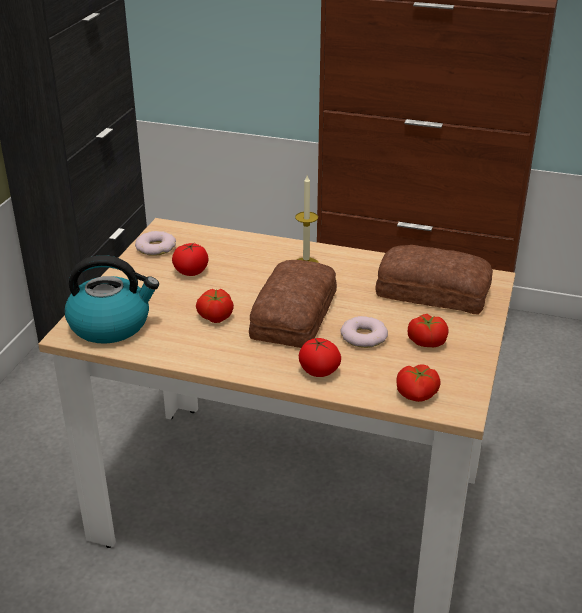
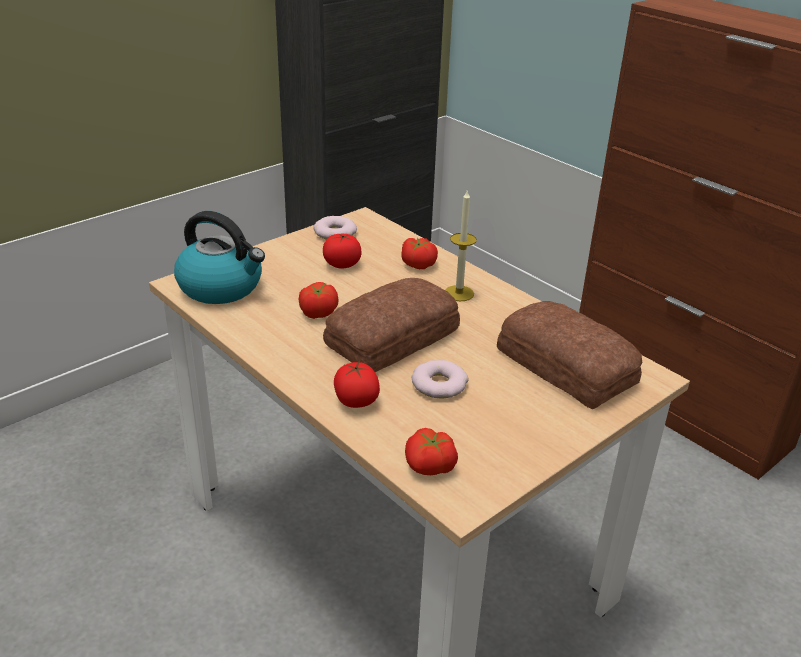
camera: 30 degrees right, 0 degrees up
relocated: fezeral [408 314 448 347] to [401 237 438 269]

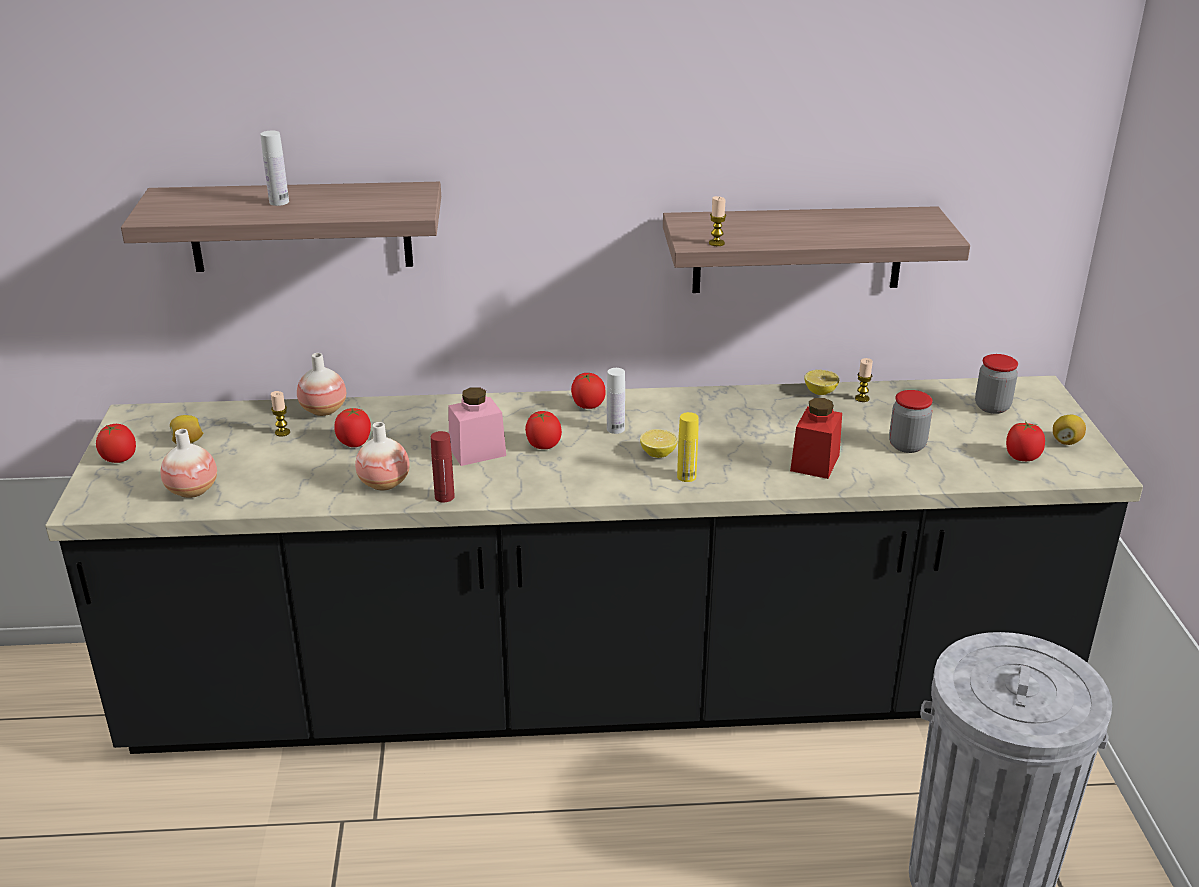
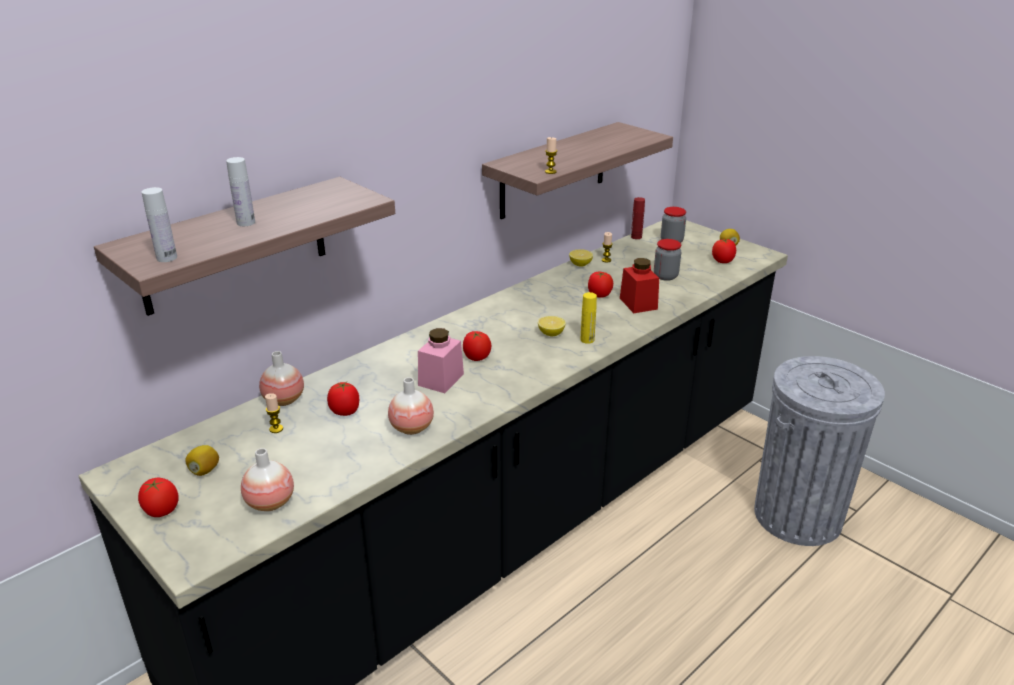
camera: 40 degrees left, 0 degrees up
relocated: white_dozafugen [607 368 625 434] to [142 187 177 262]; fezeral [571 373 606 409] to [588 272 613 298]; red_dozafugen [431 431 455 502] to [631 197 645 239]

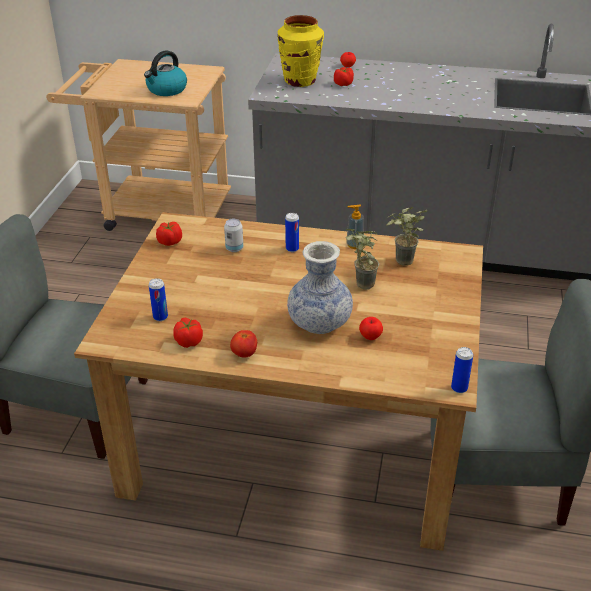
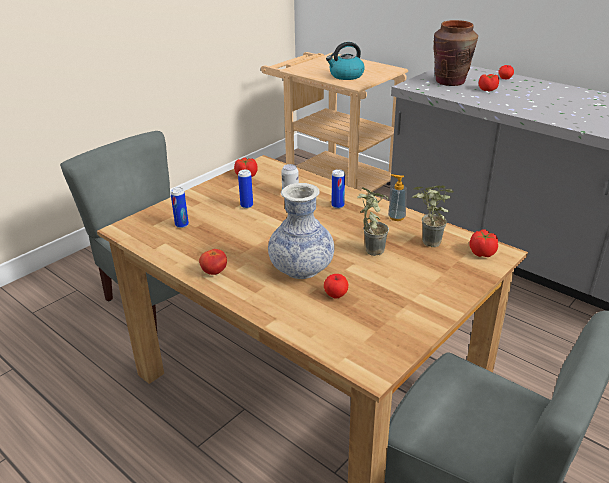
camera: 30 degrees right, 5 degrees down
relocated: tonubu [451 347 473 393] to [238 170 253 209]; fezeral [173 317 203 348] to [469 229 498 257]
colour: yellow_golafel [278 15 324 87] to brown_golafel [433 20 478 86]

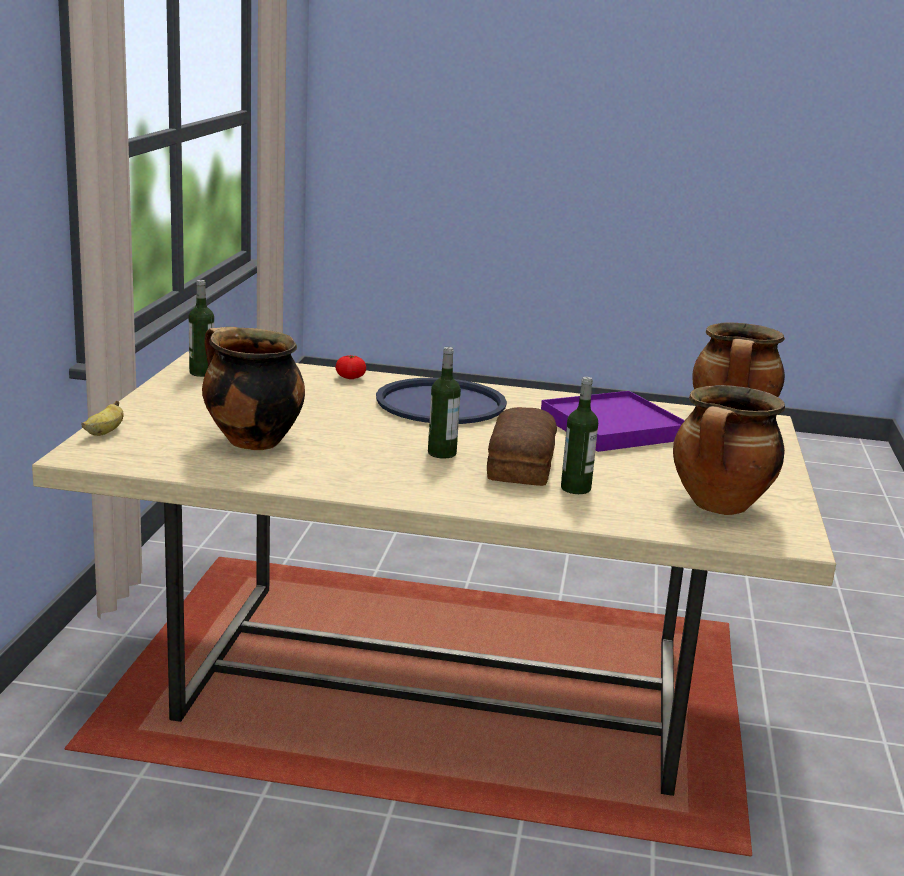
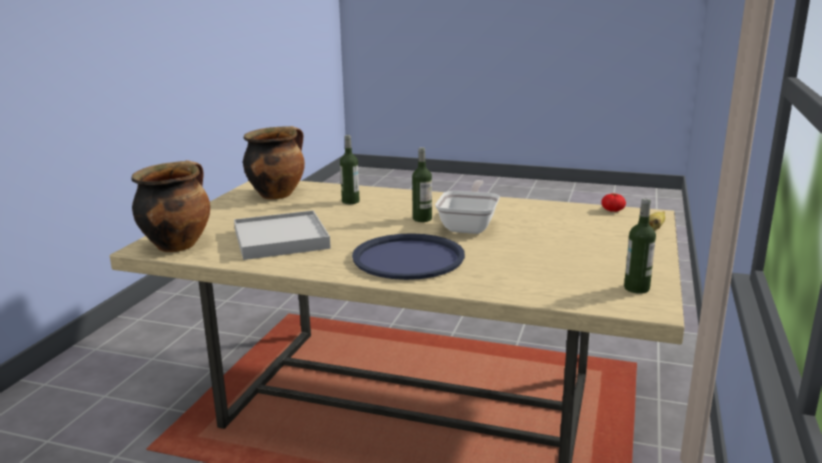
camera: 170 degrees left, 0 degrees up
missing: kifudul [202 327 305 450]; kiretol [487 407 557 486]
appeared: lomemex [435 180 500 234]
relocated: fezeral [336 355 366 379] to [601 193 626 212]
colour: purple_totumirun [541 391 685 452] to white_totumirun [234 210 331 260]

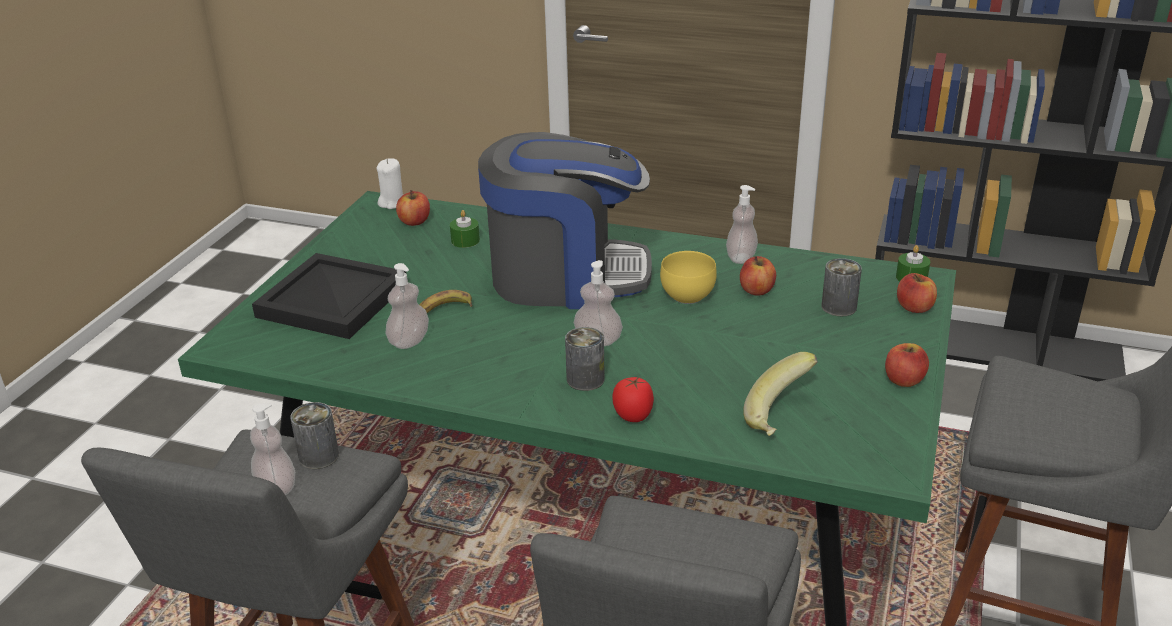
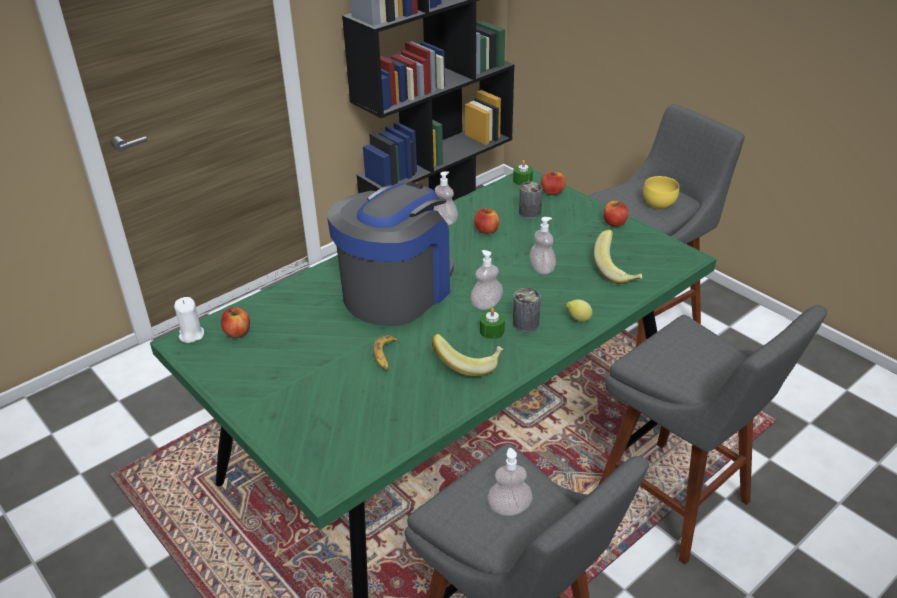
camera: 60 degrees left, 5 degrees up
missing: black_totumirun [252 253 406 339]; tonubu [290 402 339 469]
appeared: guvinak [432 334 504 377]
relocated: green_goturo [450 210 480 248] to [480 308 505 339]; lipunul [385 263 429 349] to [530 217 556 275]; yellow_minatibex [660 251 717 304] to [643 176 679 209]
exchanged: fezeral [612 376 654 422] to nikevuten [566 299 593 322]

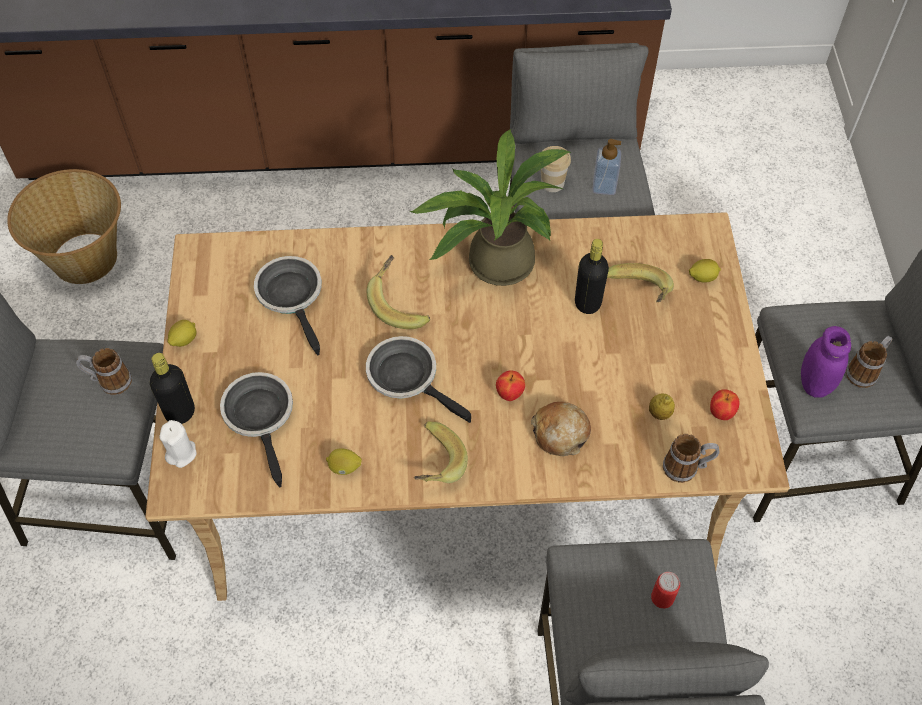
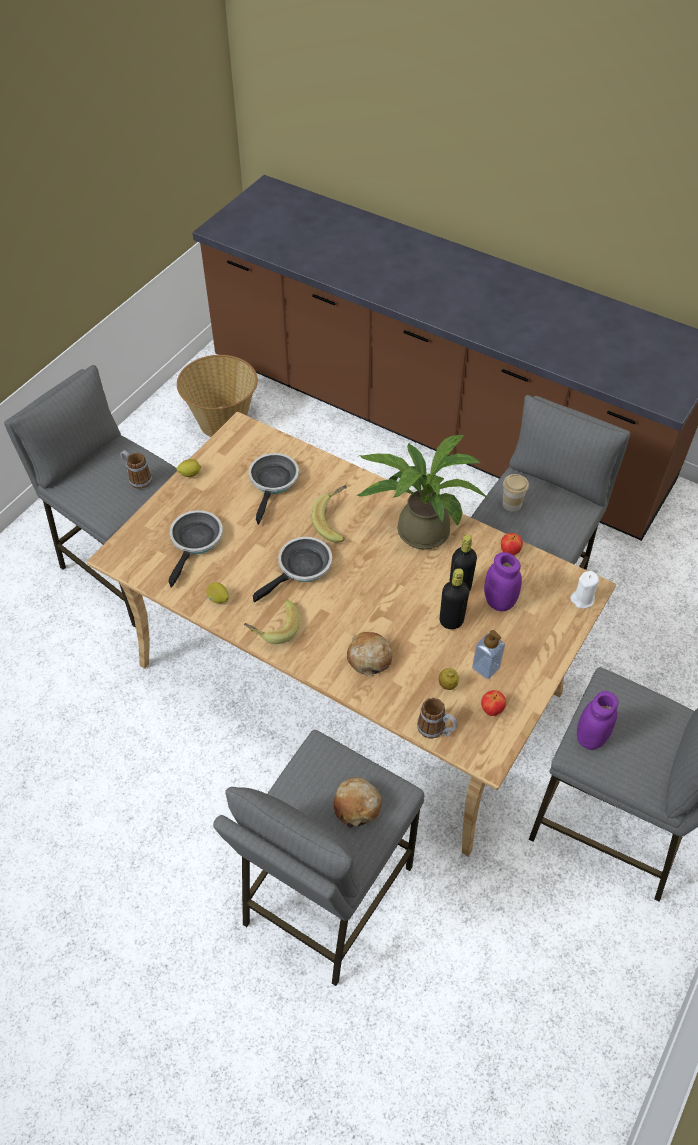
camera: 35 degrees right, 5 degrees down
missing: nikevuten [689 259 721 283]; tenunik [846 336 892 388]
relocated: black_dozafugen [150 353 195 424] to [440 568 469 629]; lipunul [592 139 621 195] to [472 630 505 679]; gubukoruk [496 370 525 401] to [501 533 523 555]; white_goturo [159 420 197 468] to [570 571 599 608]
exchanged: tonubu [651 572 680 609] to kiretol [334 777 382 828]; guvinak [607 263 674 303] to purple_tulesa [484 552 522 611]
spun: lomemex [366 336 471 423] = [253 537 332 603] 60 degrees clockwise

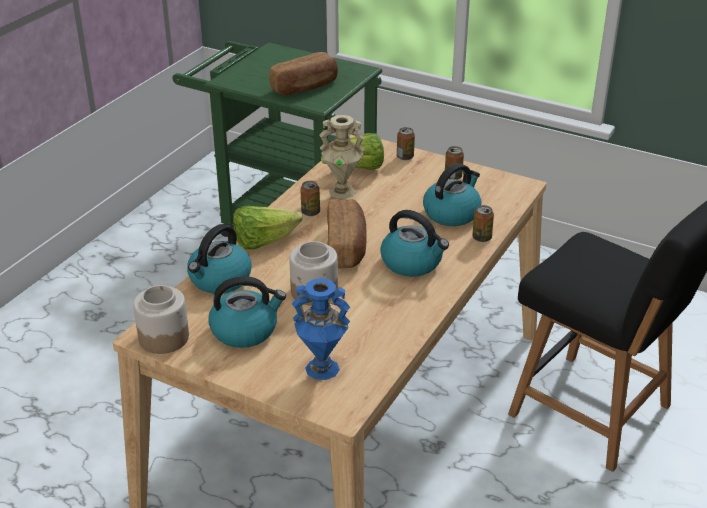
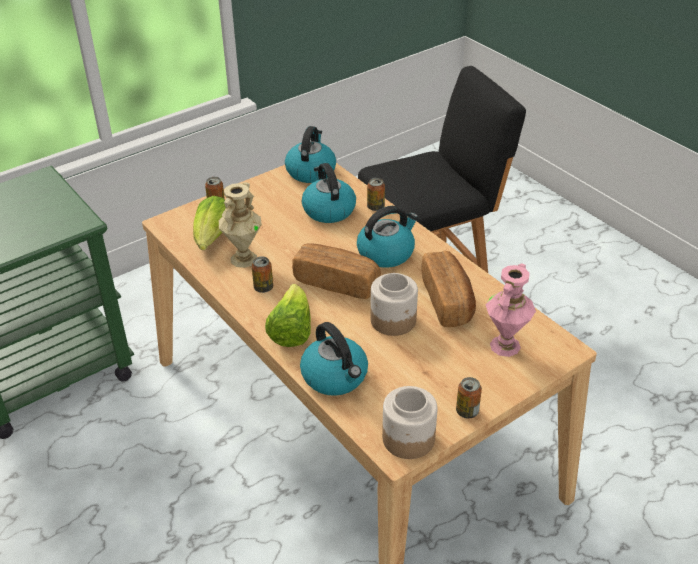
camera: 65 degrees left, 5 degrees up
relocated: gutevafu [208 276 286 348] to [285 126 336 183]; kiretol [269 52 338 96] to [422 251 476 327]; tonubu [445 146 464 180] to [456 377 482 419]
colour: blue_golafel [292 278 350 380] to pink_golafel [486 263 536 357]

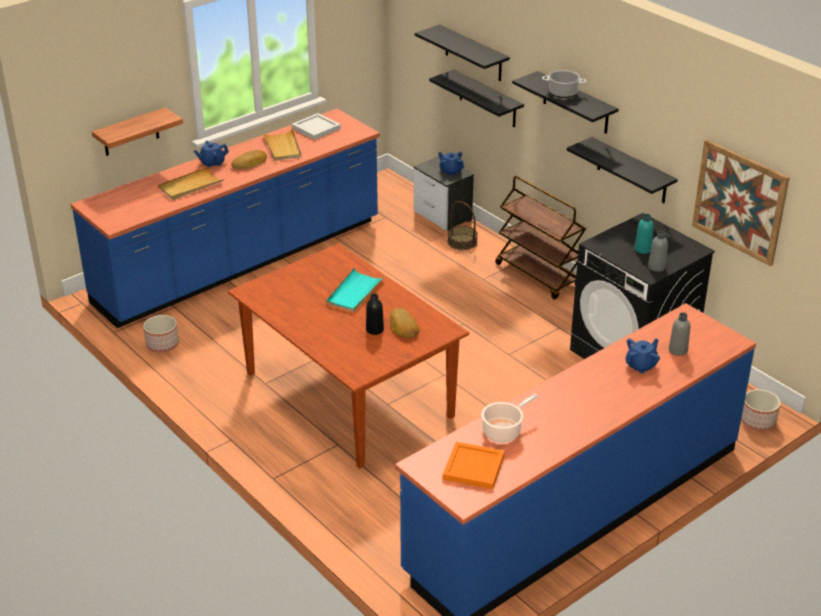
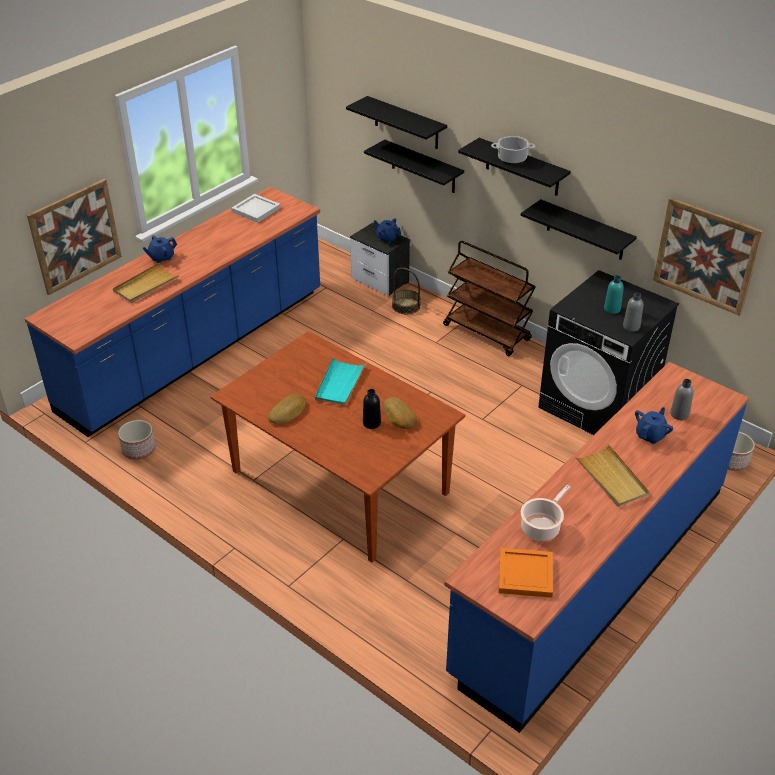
camera: 10 degrees left, 5 degrees up
relocated: kiretol [231 150 267 169] to [268 394 306 424]; beige_totumirun [262 128 301 161] to [575 444 650 507]
exchanged: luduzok [92 107 183 156] to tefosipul [27 179 122 295]

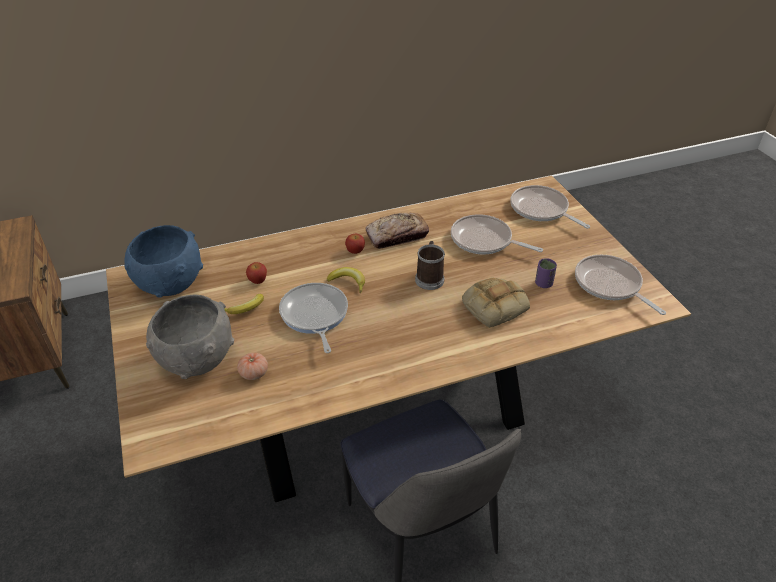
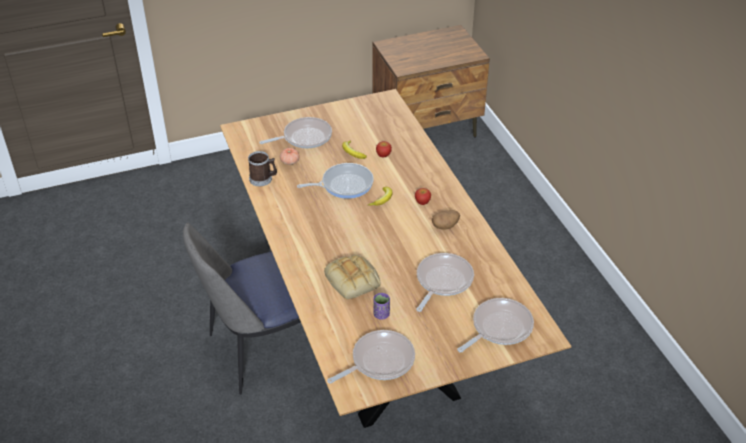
camera: 90 degrees right, 0 degrees up
missing: blue_minatibex [124 225 203 298]
relocated: tenunik [415 241 445 290] to [248 151 277 186]
exchanged: grey_minatibex [146 295 234 379] to lomemex [259 117 332 148]; kiretol [365 213 429 249] to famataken [432 210 460 230]

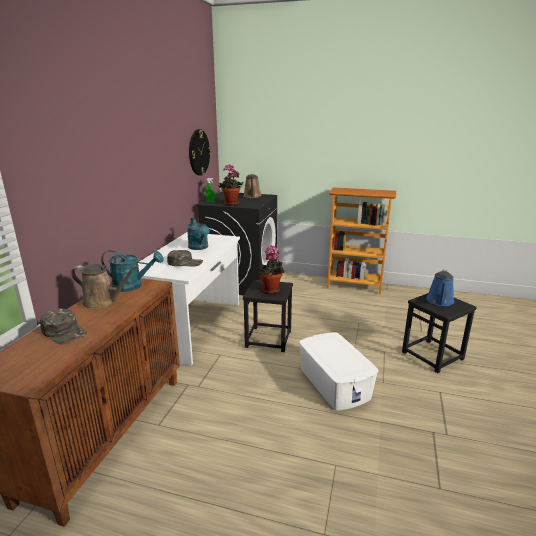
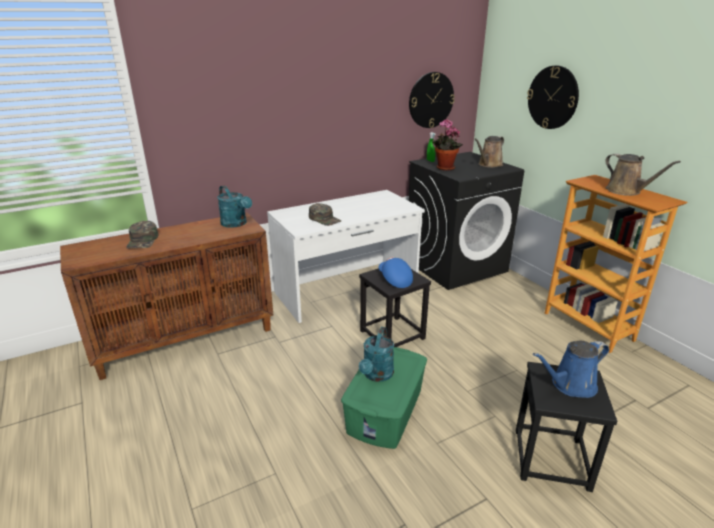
camera: 45 degrees right, 5 degrees up
appeared: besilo [527 66 579 129]
relocated: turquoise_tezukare [187 218 210 250] to [359 327 394 382]; brown_tezukare [70 264 139 310] to [605 153 681 196]
exchanged: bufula [258 245 285 294] to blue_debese [378 257 413 288]
colour: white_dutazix [299 332 379 411] to green_dutazix [341 347 427 449]

